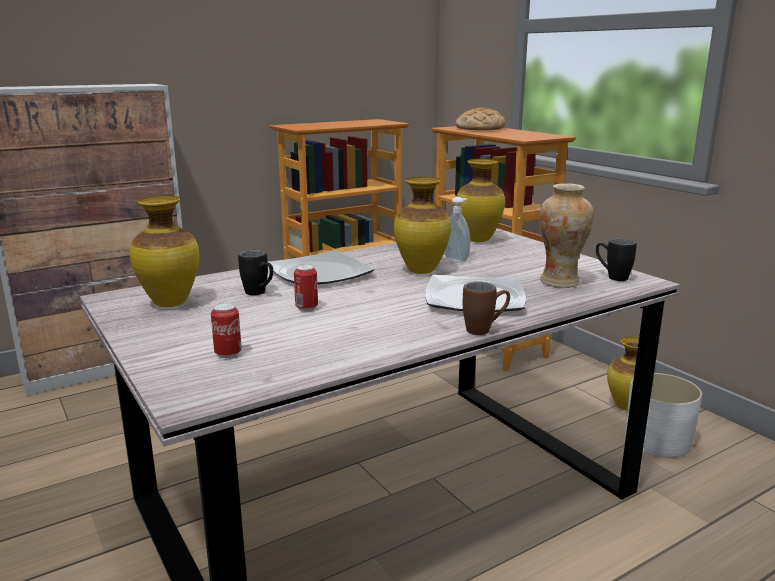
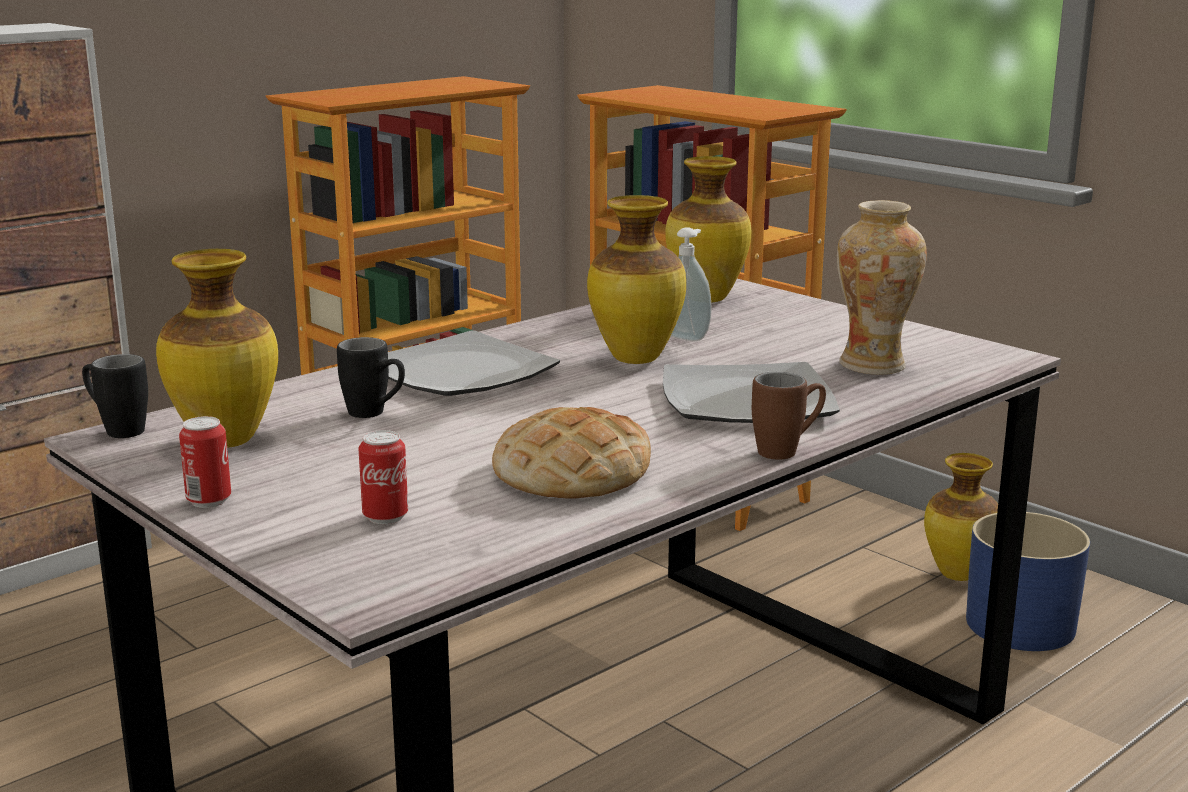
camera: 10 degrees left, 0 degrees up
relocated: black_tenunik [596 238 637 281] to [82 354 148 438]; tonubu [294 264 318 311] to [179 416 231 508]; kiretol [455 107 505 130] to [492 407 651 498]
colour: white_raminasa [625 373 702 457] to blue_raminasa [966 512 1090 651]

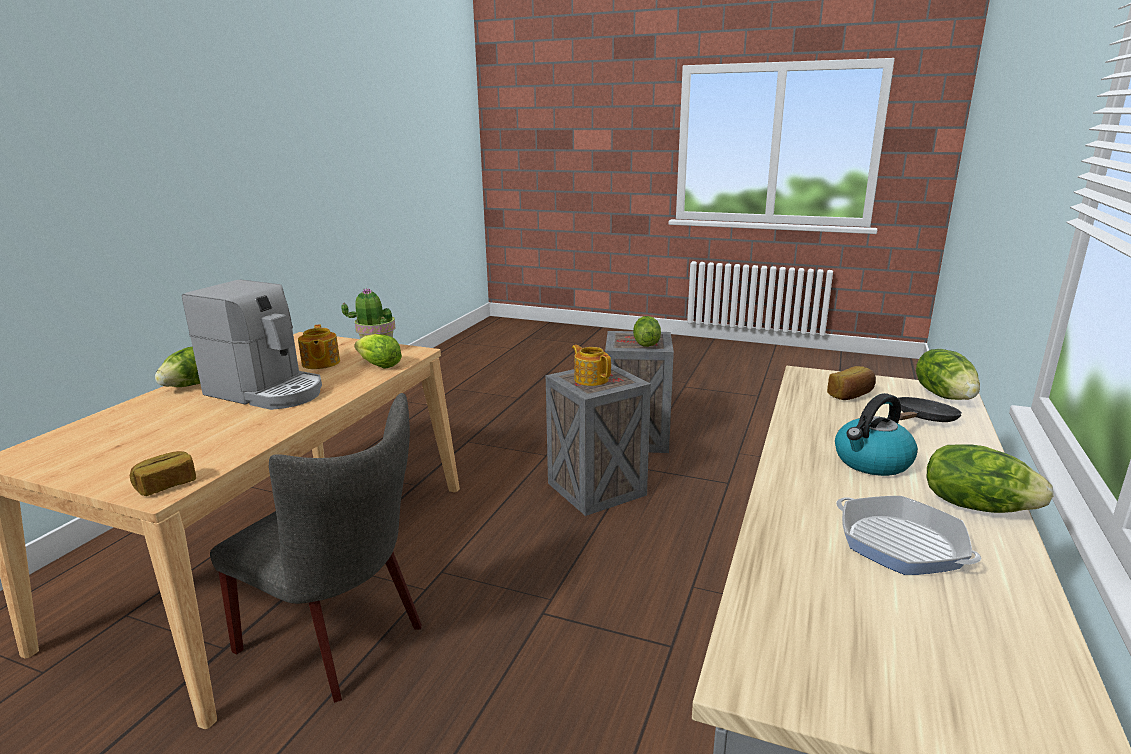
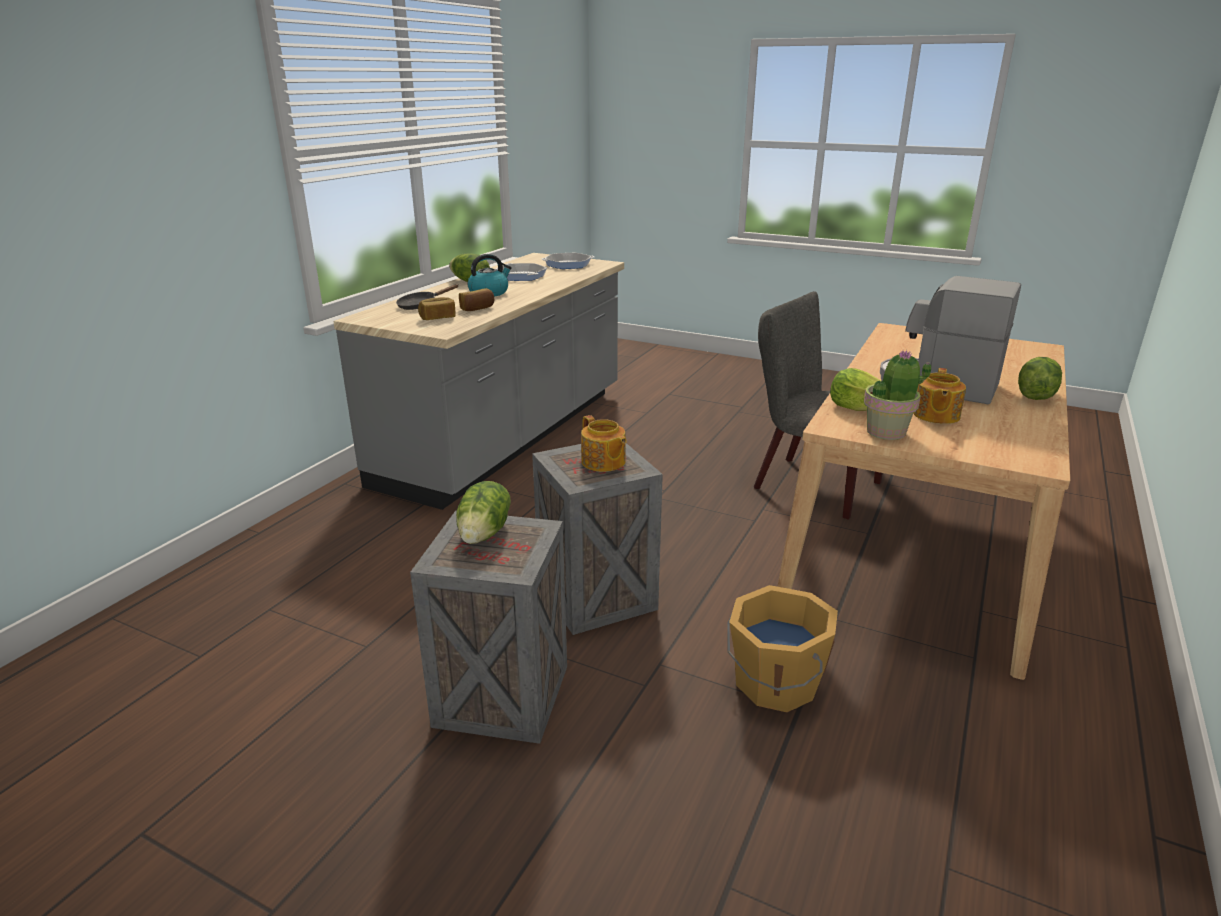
camera: 175 degrees left, 5 degrees up
missing: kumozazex [916 349 980 400]
appeared: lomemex [542 253 594 269]; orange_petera [727 585 838 712]
relocated: kiretol [130 451 196 496] to [459 288 494 311]
spun: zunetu [298 325 340 369] = [913 368 966 424] 150 degrees counterclockwise

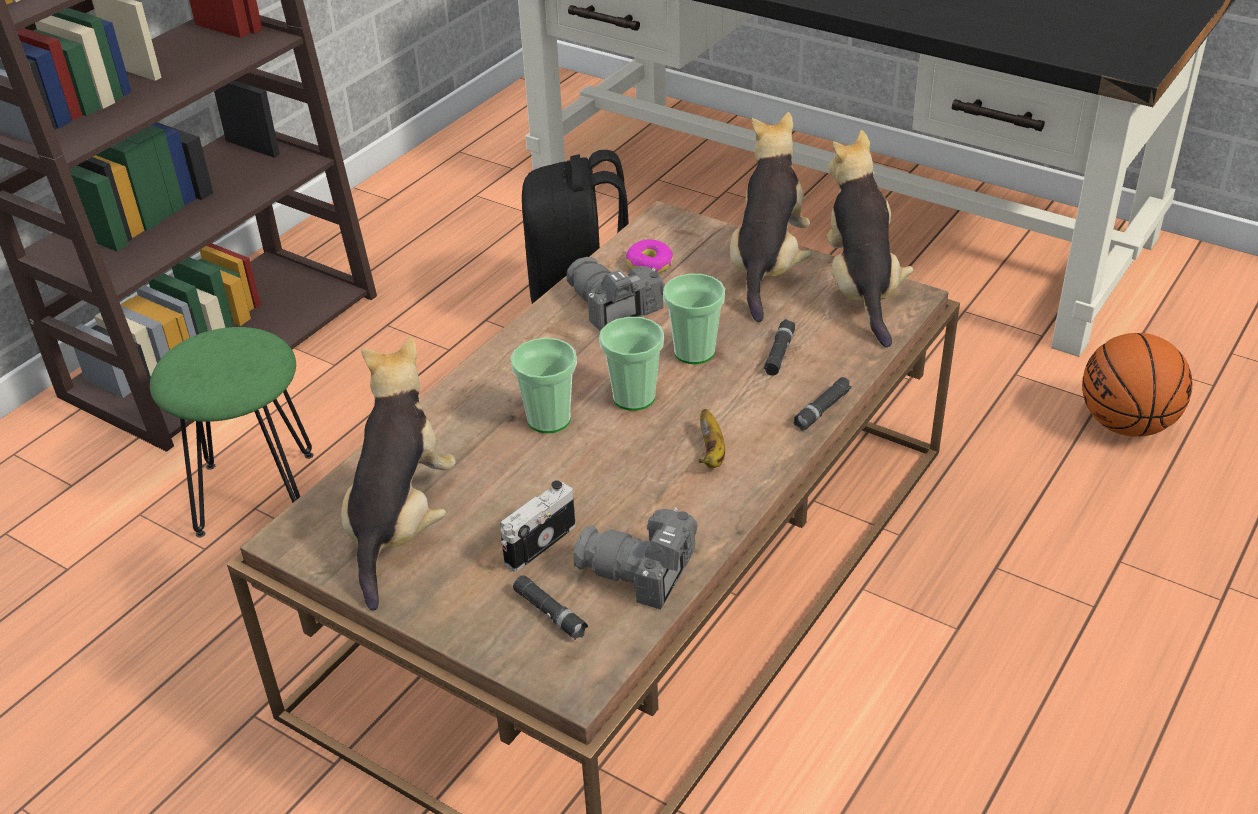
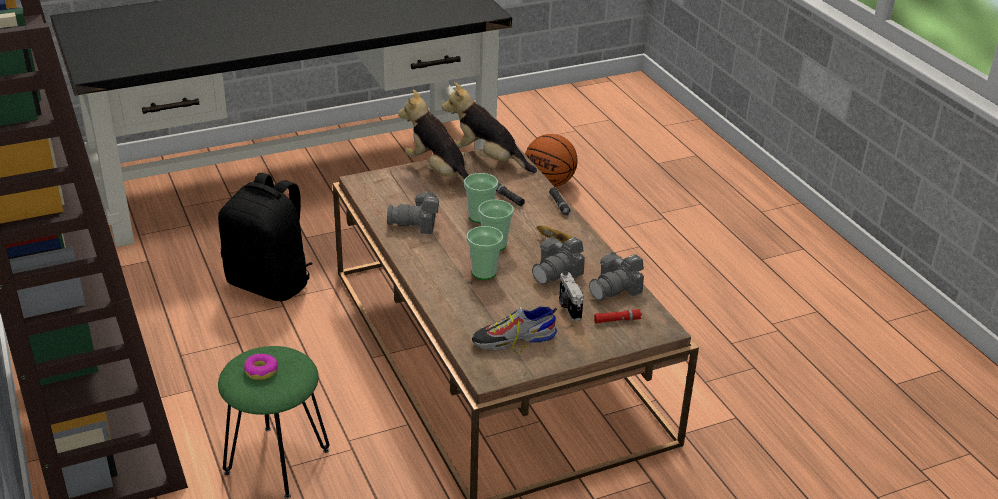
camera: 60 degrees left, 5 degrees down
appeared: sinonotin [532 236 585 284]
relocated: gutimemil [626 239 673 273] to [244 354 278 380]
exchanged: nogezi [341 336 456 611] to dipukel [472 307 557 353]
colour: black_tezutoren [513 575 588 640] to red_tezutoren [594 309 642 323]

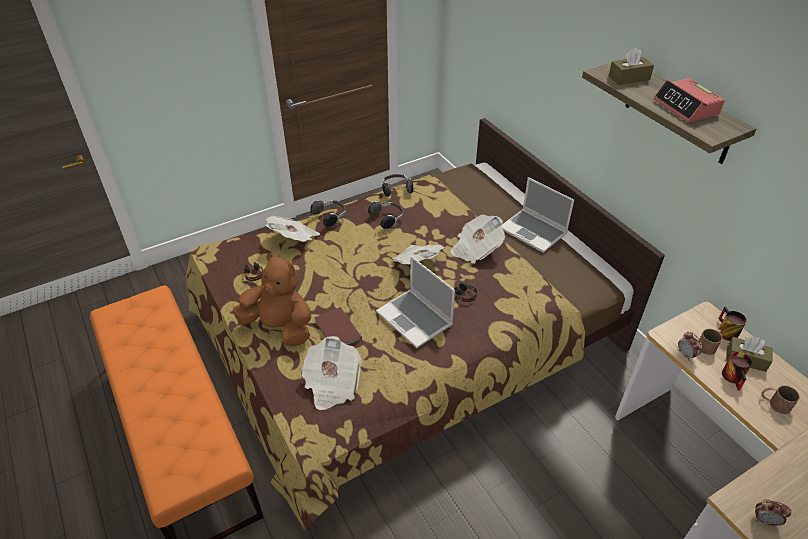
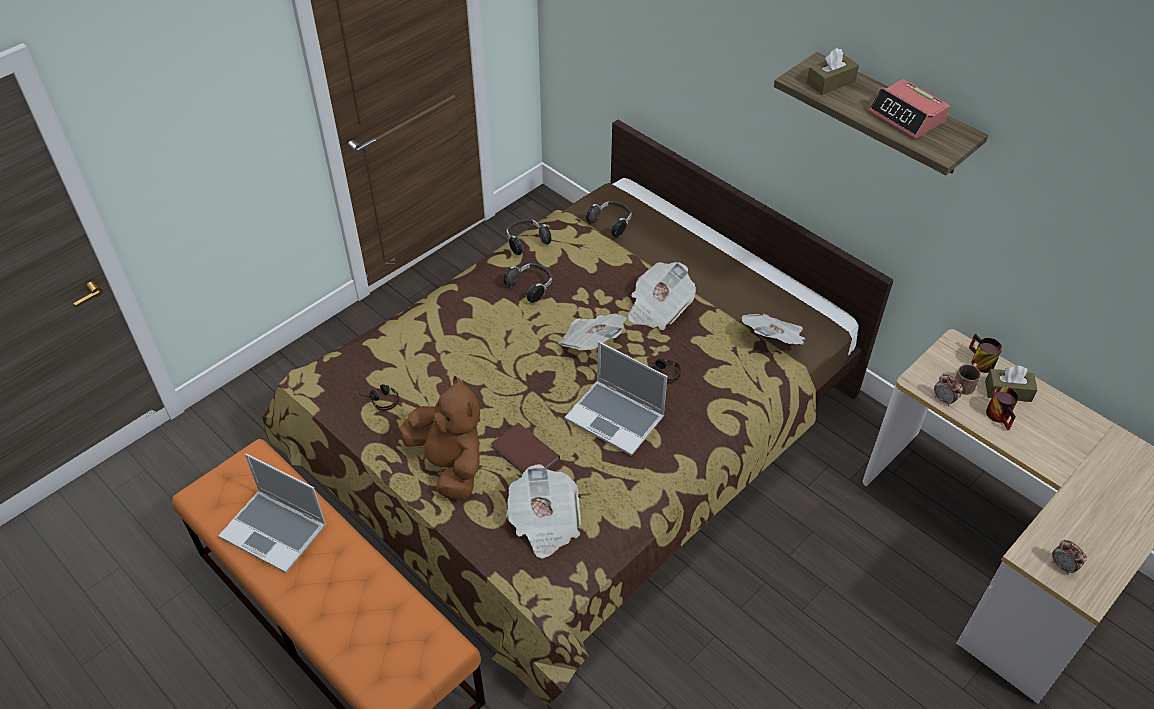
camera: 15 degrees left, 5 degrees up
missing: brown_tenunik [762 385 800 414]
relocated: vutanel [502 177 574 253] to [218 454 326 573]; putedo [310 200 346 227] to [586 201 632 237]; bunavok [266 216 320 242] to [742 314 805 344]
spun: brown_nogezi [233 253 311 347] = [399 376 480 500] 45 degrees clockwise; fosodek [755 499 791 527] = [1052 540 1087 575] 45 degrees clockwise

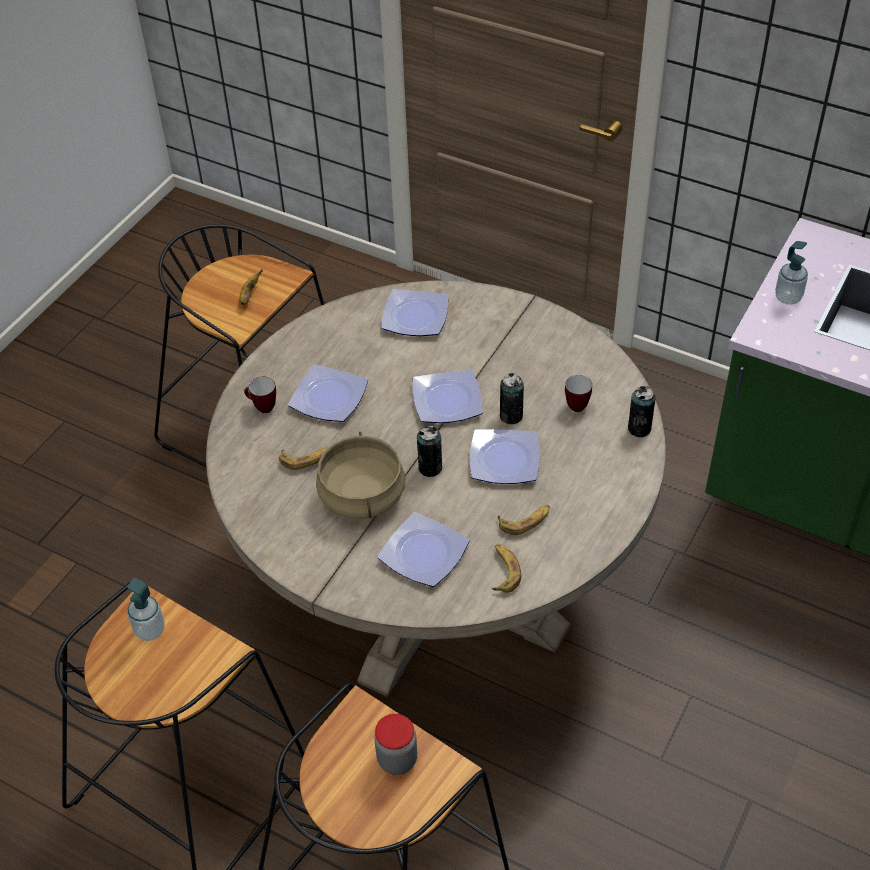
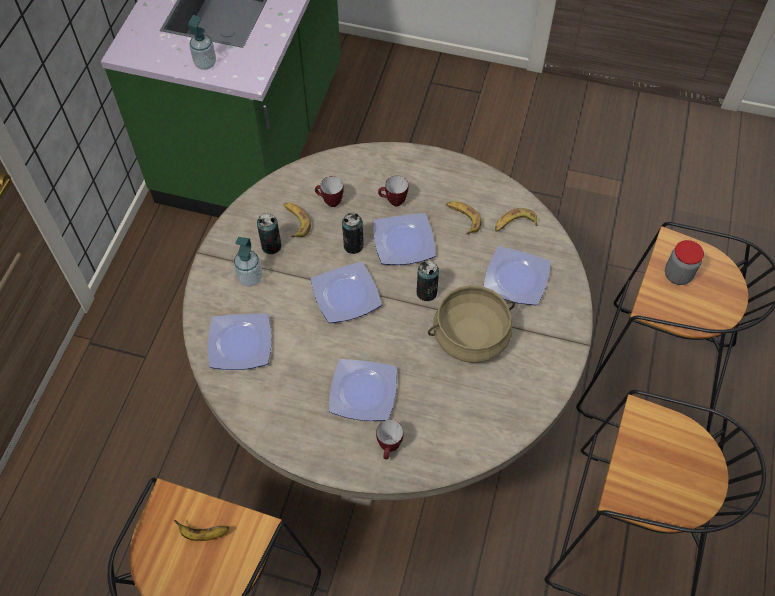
camera: 105 degrees left, 10 degrees up
appeared: tenunik [378 176 408 206]
relocated: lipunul [127 578 165 641] to [234 237 262 286]; tonubu [628 386 655 437] to [257 213 282 254]; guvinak [279 447 329 470] to [284 202 311 238]

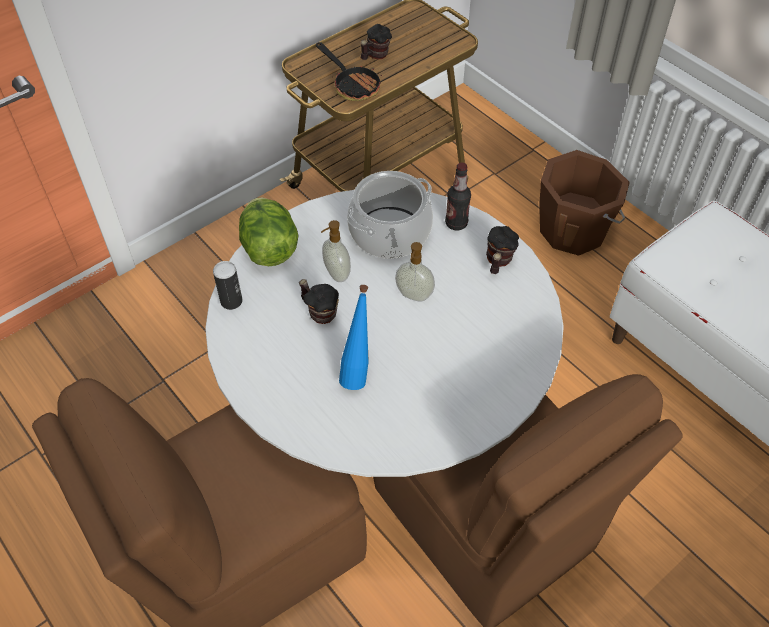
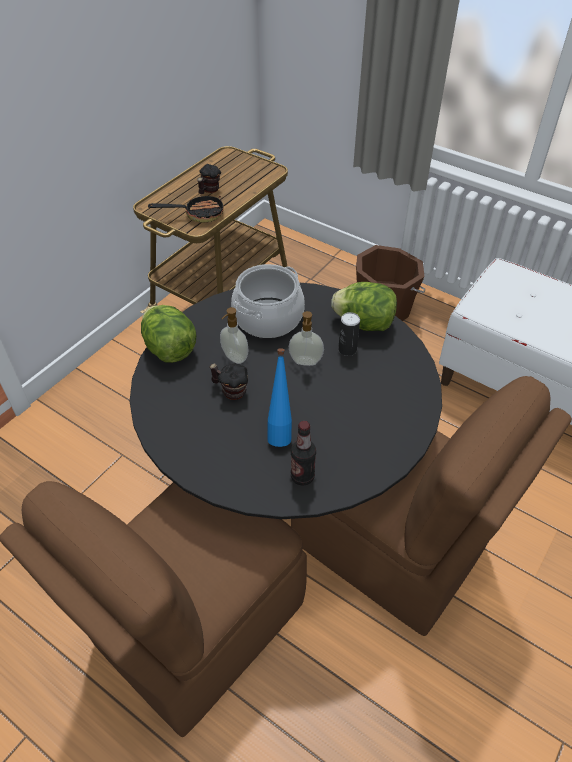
camera: 15 degrees left, 5 degrees down
relocated: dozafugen [445 163 471 230] to [291 421 316 486]; tonubu [213 261 242 310] to [338 312 360 356]
exchanged: tenunik [486 226 519 274] to kumozazex [331 282 397 331]
colour: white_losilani [205 190 564 477] to black_losilani [130 283 442 519]
spun: lomemex [316 42 382 101] = [148 193 224 223] 45 degrees counterclockwise

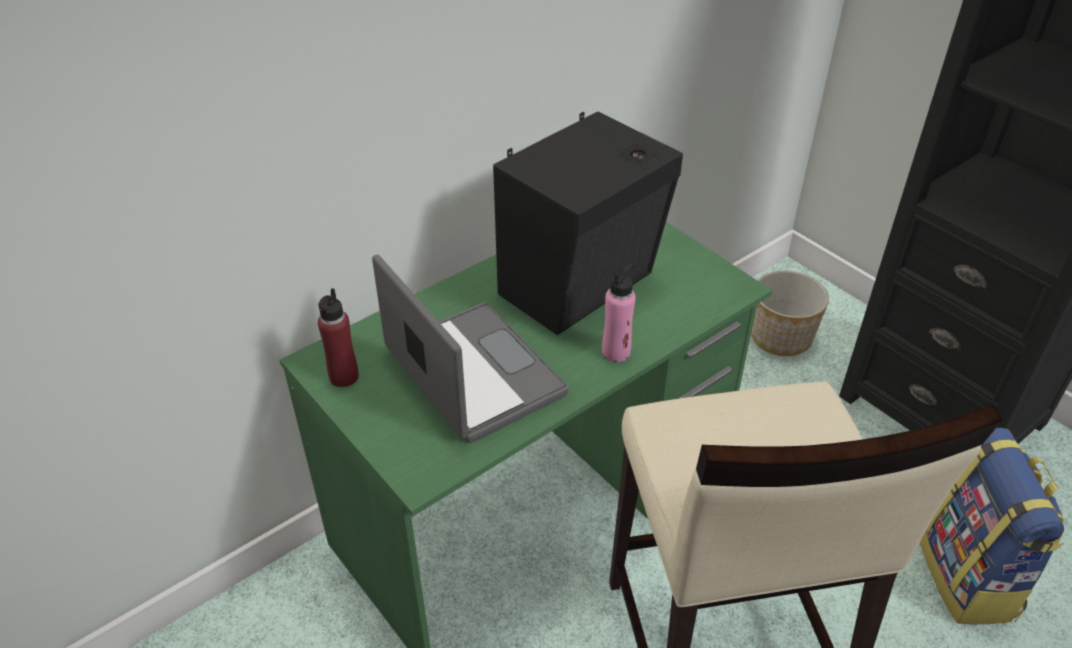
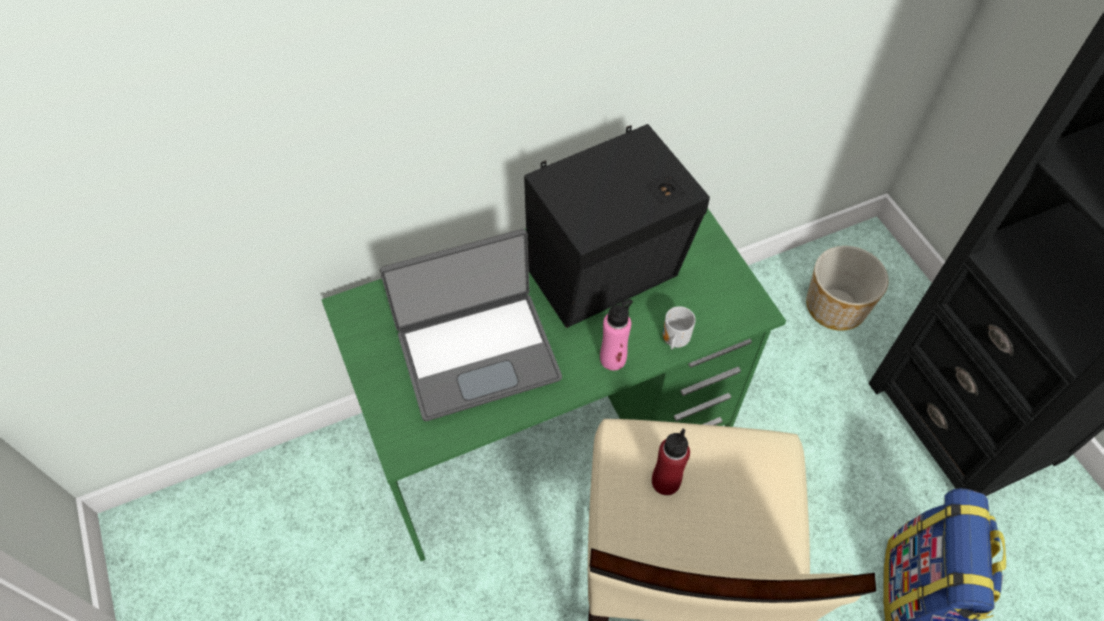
camera: 15 degrees right, 15 degrees up
appeared: tenunik [663 306 696 349]
relocated: red_dozafugen [318 288 359 387] to [652 429 690 495]
spun: vutanel [372 255 569 443] = [380 229 562 421] 90 degrees clockwise

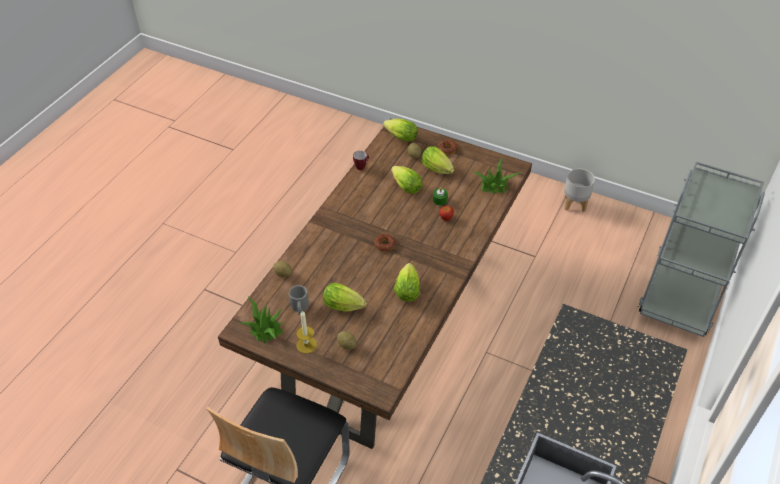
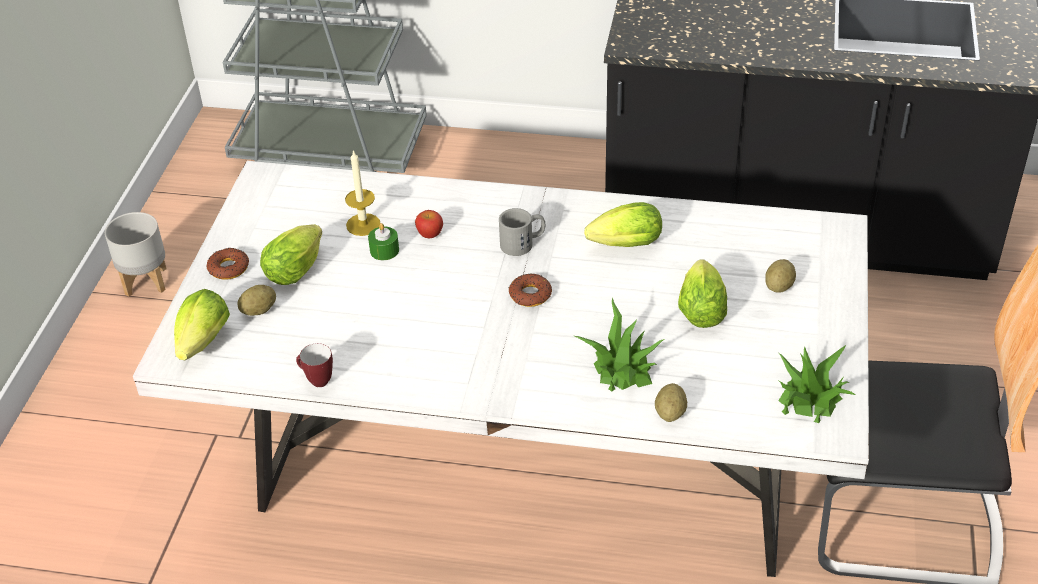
camera: 105 degrees left, 5 degrees down
missing: kumozazex [391 166 423 194]
relocated: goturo [296 310 317 354] to [345 150 380 236]; grey_tenunik [289 285 309 315] to [499 208 545 256]; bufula [472 157 521 193] to [575 298 664 392]
colour: brown_losilani [218 118 532 449] to white_losilani [133 161 869 577]

